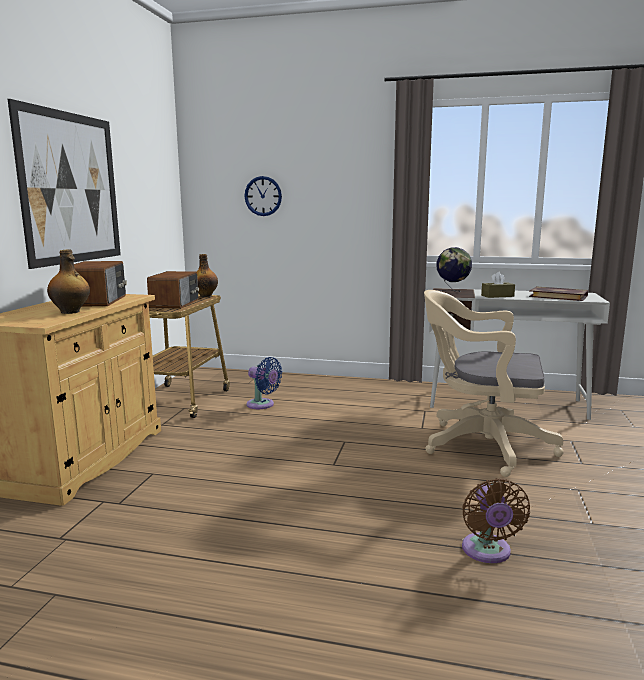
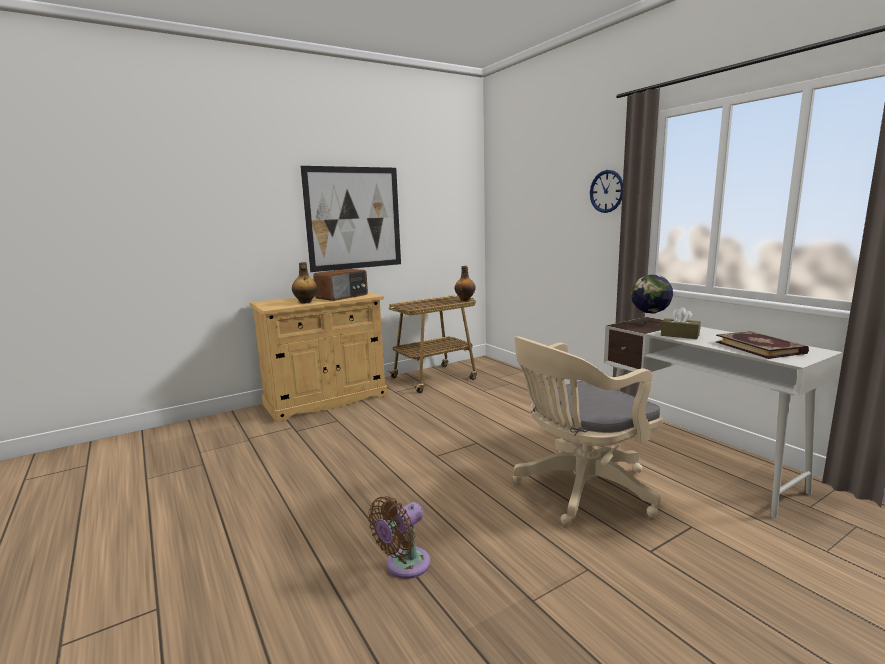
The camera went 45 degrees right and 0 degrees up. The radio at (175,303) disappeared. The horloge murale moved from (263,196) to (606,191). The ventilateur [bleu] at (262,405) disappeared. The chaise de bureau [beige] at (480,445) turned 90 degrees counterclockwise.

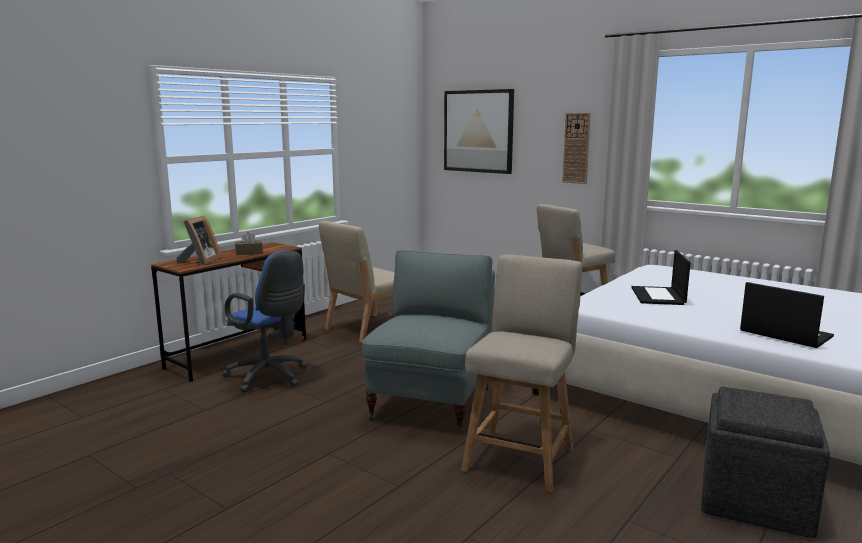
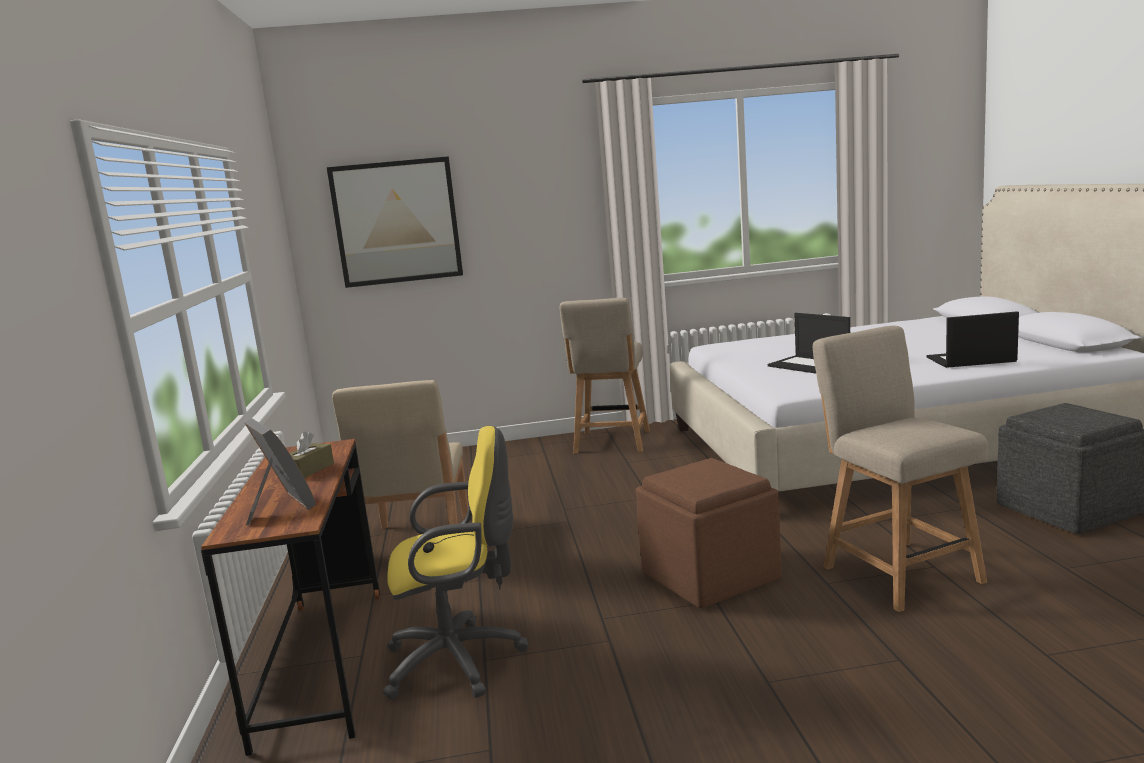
The camera went 45 degrees left and 0 degrees up. The chaise de bureau [bleu] at (270,377) became the chaise de bureau [jaune] at (461,660). The fauteuil [gris] at (432,402) was replaced by the pouf [marron] at (710,574). The horloge murale at (576,148) disappeared.

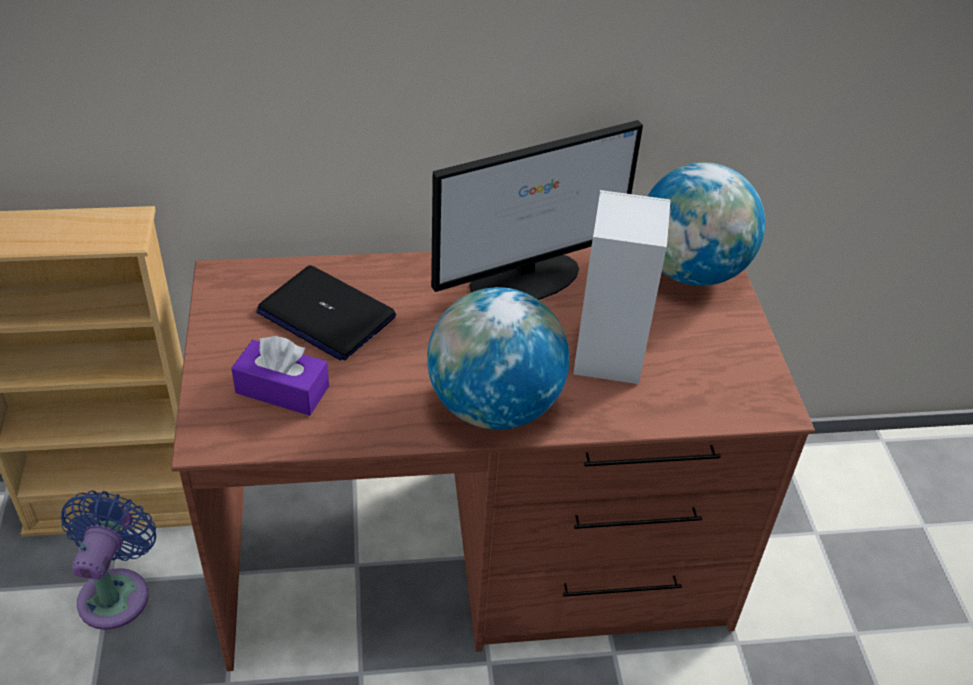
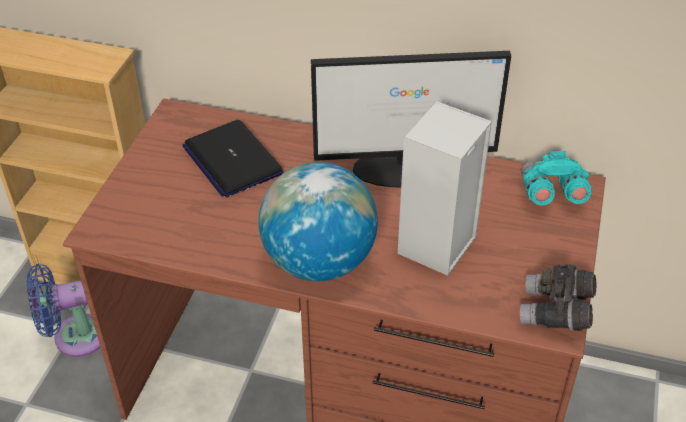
The camera went 25 degrees right and 0 degrees up. The ventilateur [bleu] at (116,592) turned 135 degrees counterclockwise. The boîte à mouchoirs [violet] at (282,389) disappeared. The globe at (691,271) was replaced by the jumelles [turquoise] at (550,194). The jumelles [gris] at (556,312) appeared.

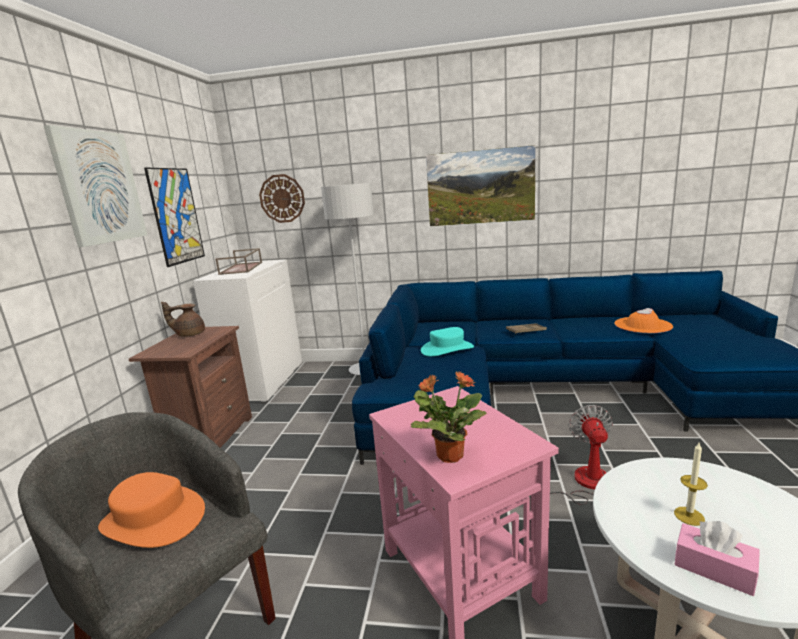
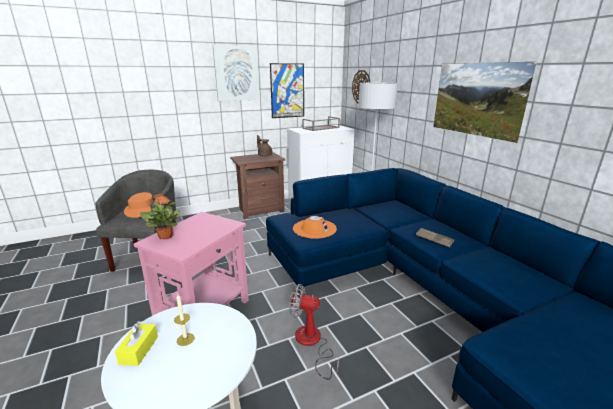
The camera went 55 degrees right and 5 degrees up. The chapeau [turquoise] at (447,349) disappeared. The ventilateur at (583,484) turned 135 degrees counterclockwise. The chapeau [orange] moved from (642,325) to (314,228). The boîte à mouchoirs [rose] at (714,568) became the boîte à mouchoirs [jaune] at (139,350).

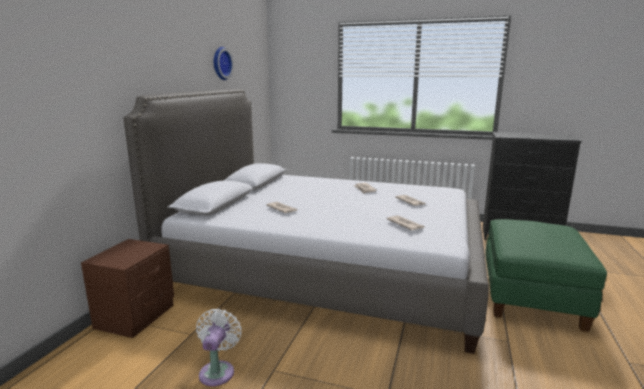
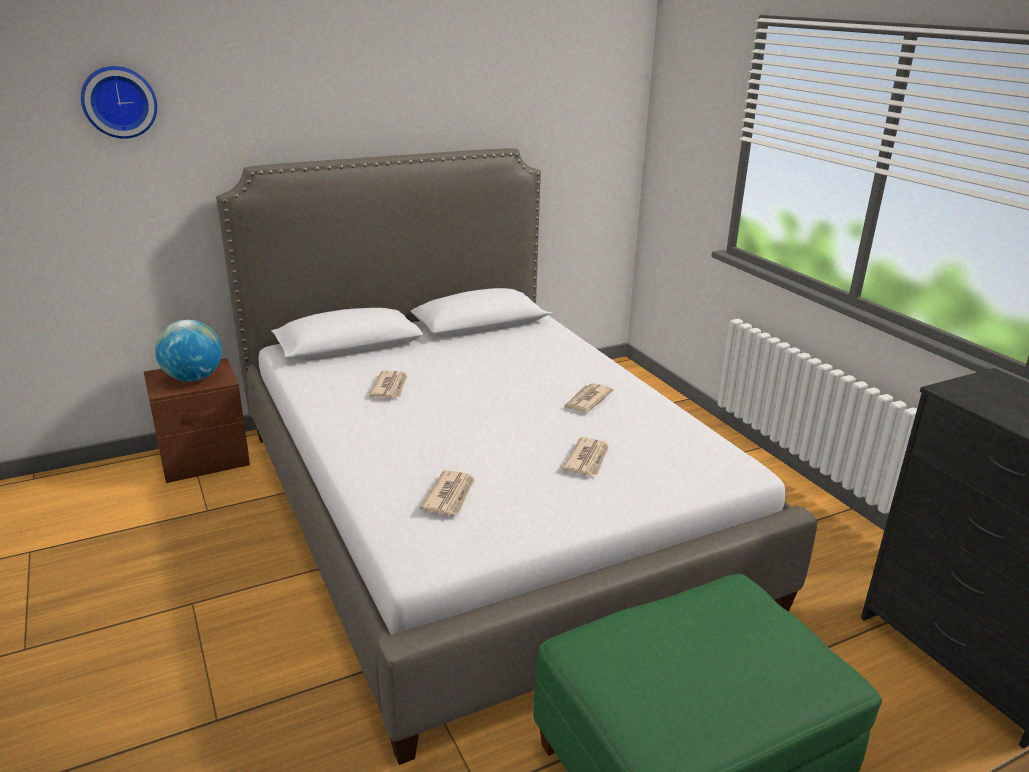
The camera went 45 degrees right and 10 degrees up. The ventilateur [blanc] at (218,371) disappeared. The horloge murale moved from (220,63) to (119,102). The globe at (193,378) appeared.

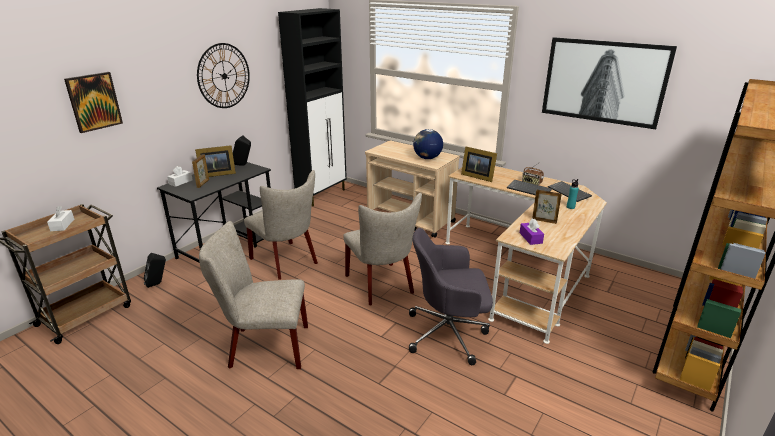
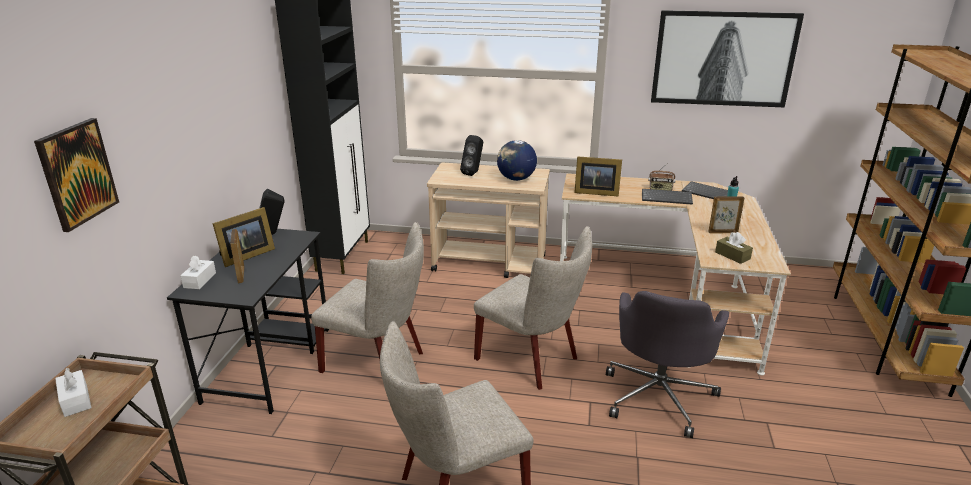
The camera went 25 degrees left and 0 degrees up. The enceinte [noir] moved from (158,284) to (473,173). The horloge murale at (224,76) disappeared. The chaise de bureau [gris] at (448,333) turned 45 degrees counterclockwise. The boîte à mouchoirs [violet] at (530,238) became the boîte à mouchoirs [marron] at (732,255).

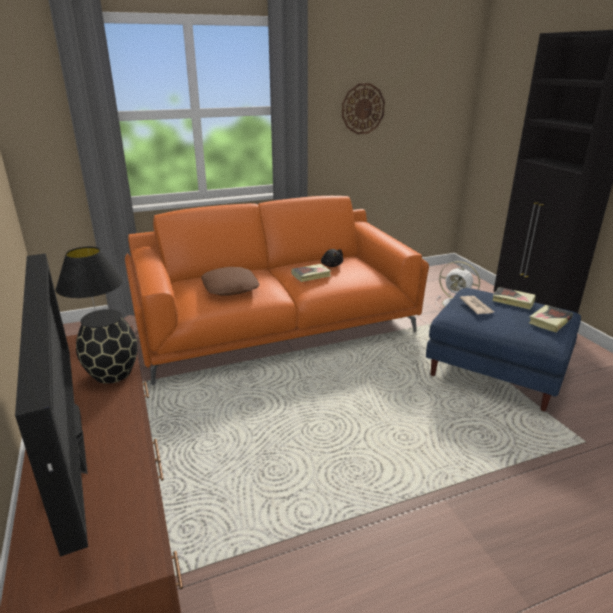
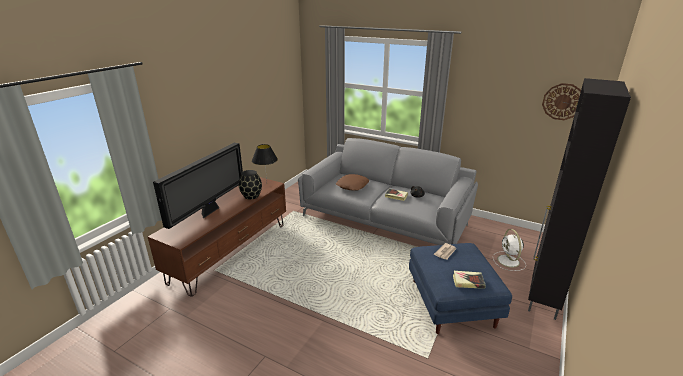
The camera went 50 degrees right and 0 degrees up. The canapé [orange] at (276,327) became the canapé [gris] at (385,219). The horloge murale moved from (363,109) to (562,101). The livre at (513,301) disappeared.

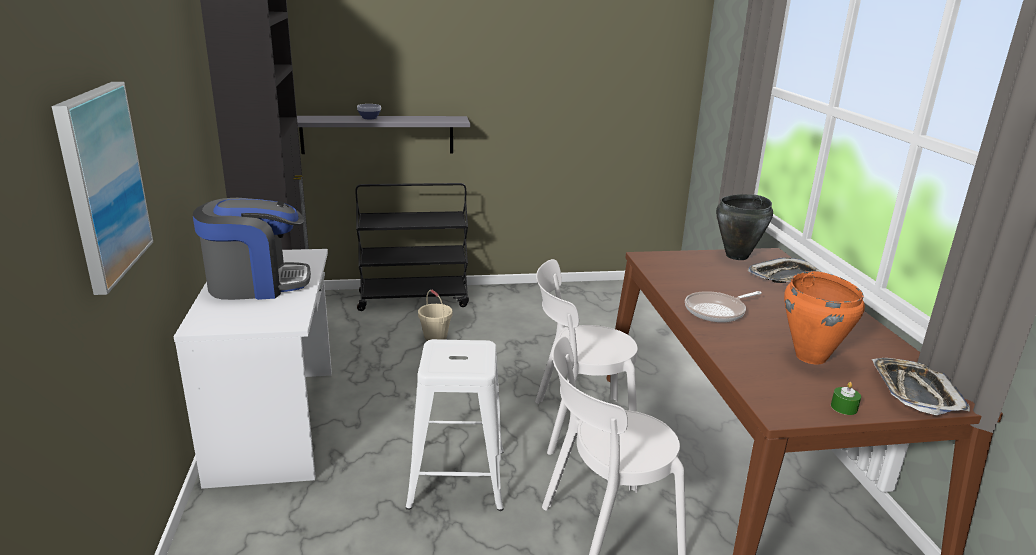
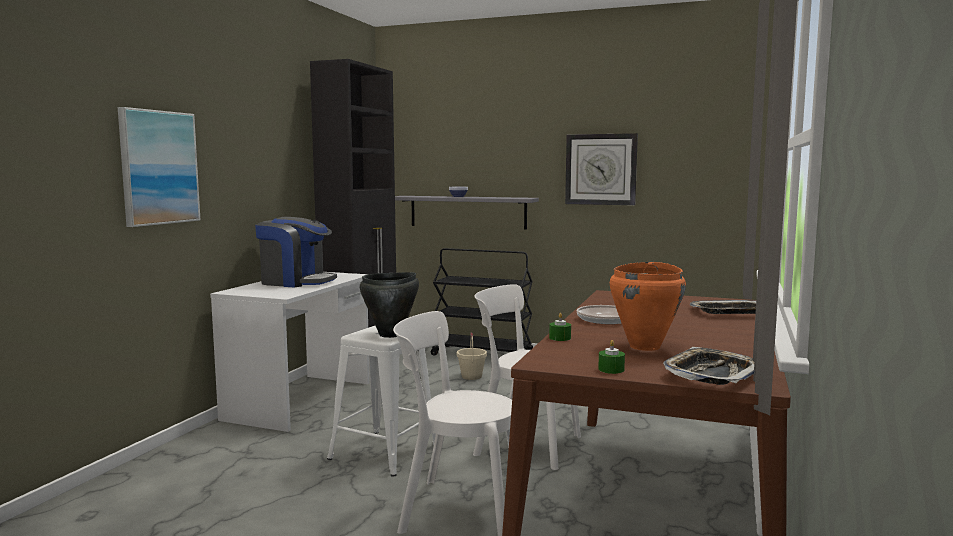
The camera went 30 degrees right and 15 degrees down. The marmite [noir] moved from (737,256) to (391,335). The bougie [vert] at (560,338) appeared. The horloge murale at (601,169) appeared.

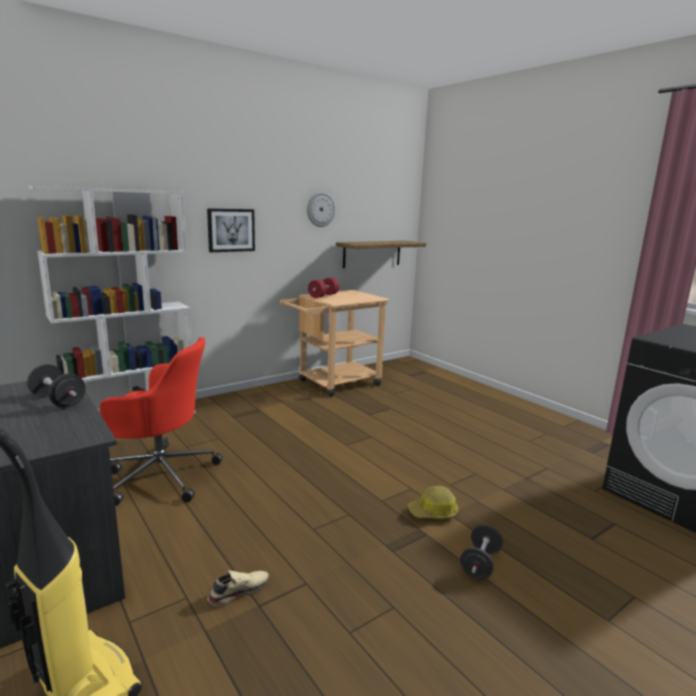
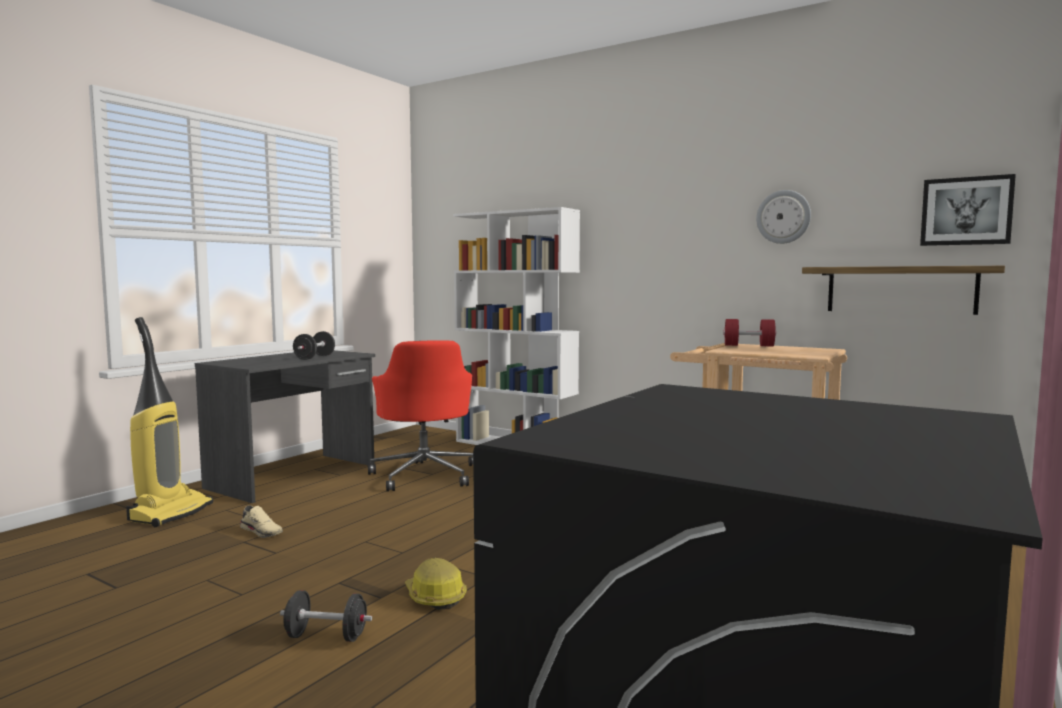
The camera went 70 degrees right and 10 degrees down. The tableau moved from (231,230) to (966,211).

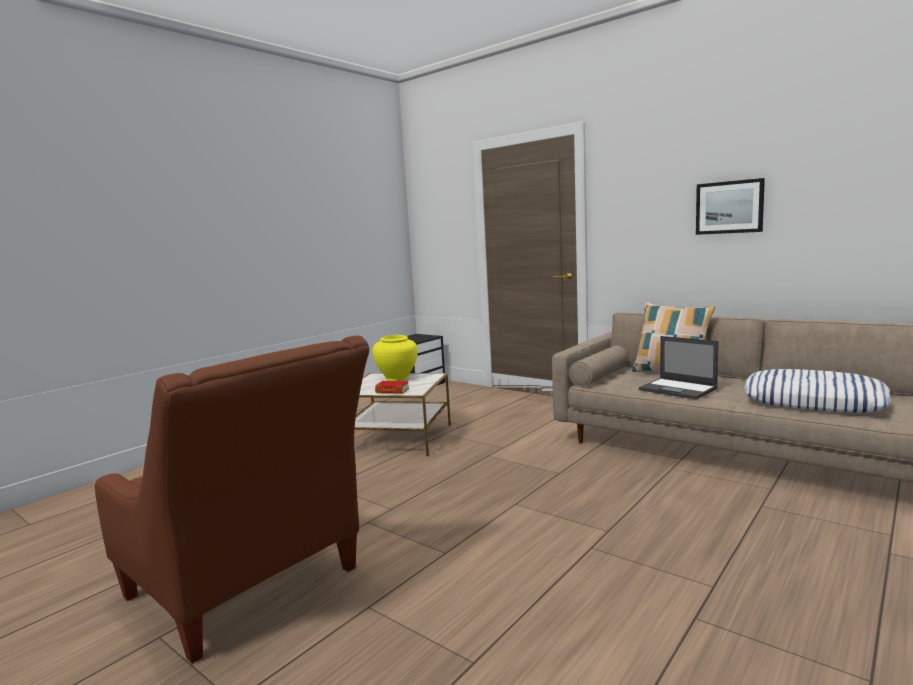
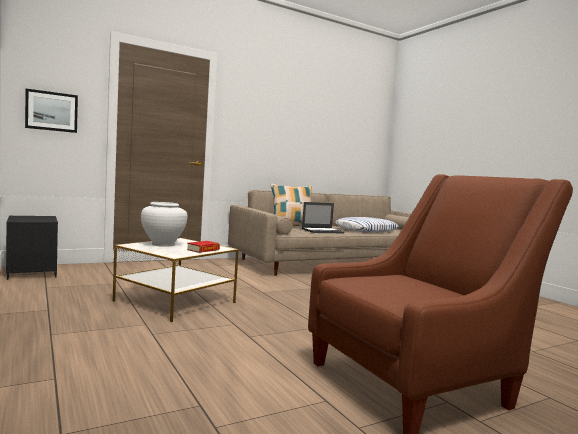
The camera went 70 degrees left and 5 degrees down. The vase [jaune] at (397,378) became the vase [blanc] at (163,244). The tableau moved from (729,207) to (51,111).

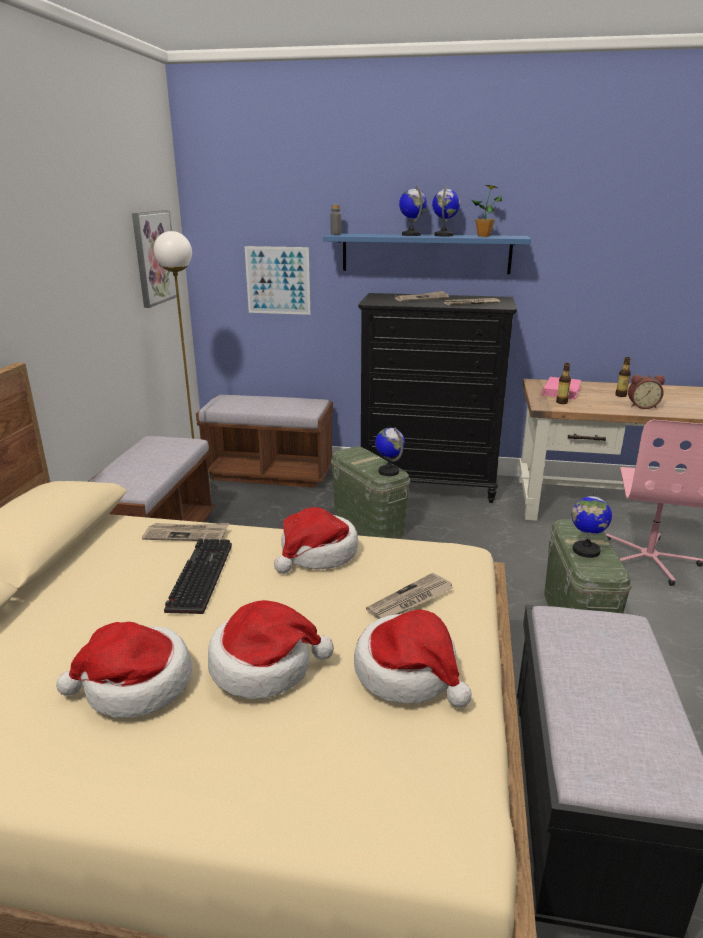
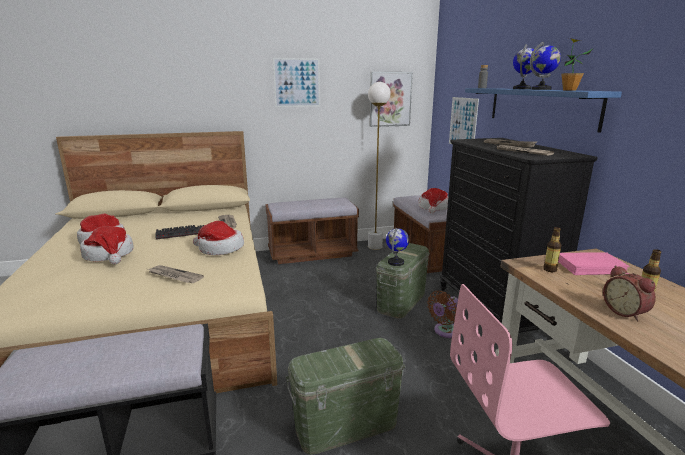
The camera went 65 degrees right and 5 degrees down. The chapeau moved from (408,673) to (434,208). The globe at (585,550) disappeared. The tableau at (297,82) appeared. The ventilateur [marron] at (444,331) appeared.

